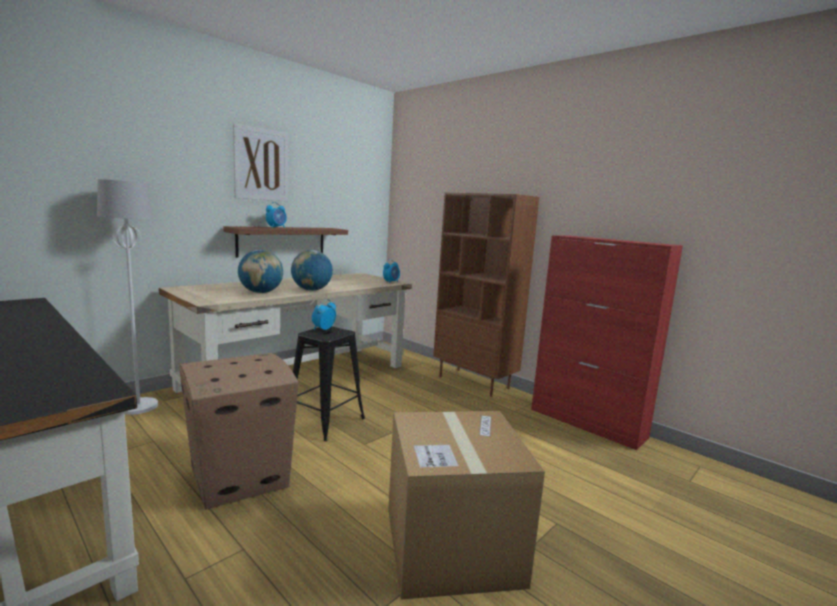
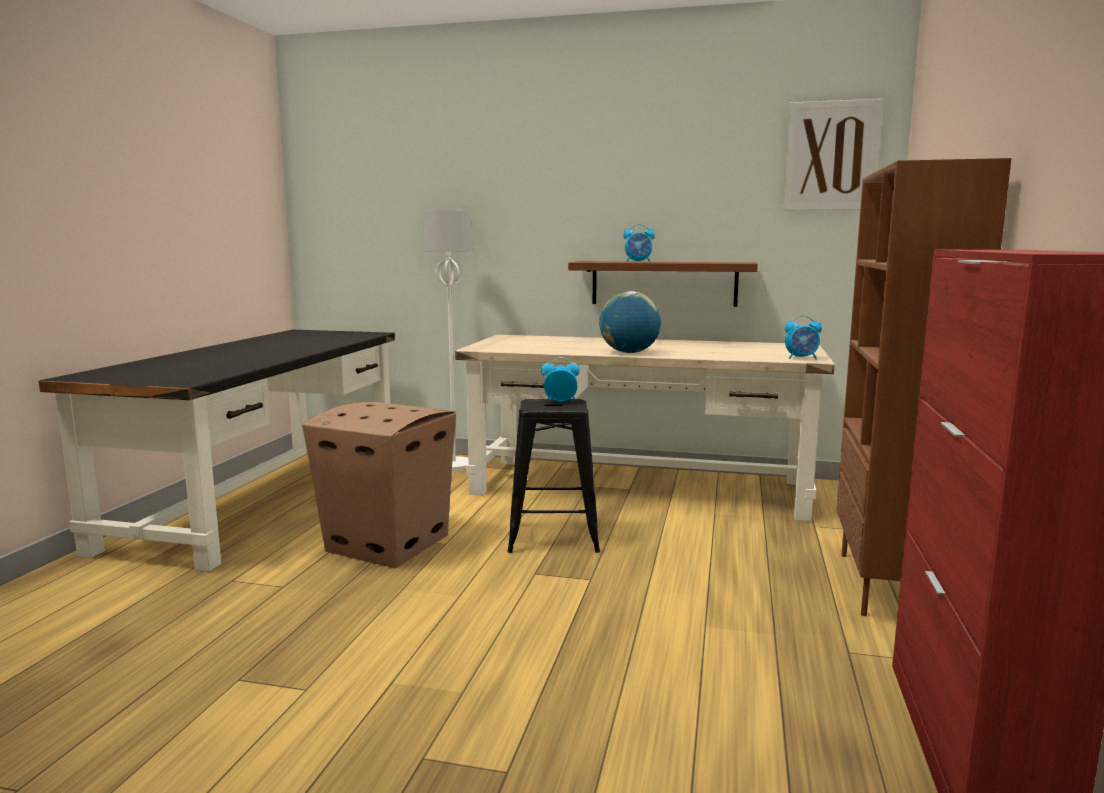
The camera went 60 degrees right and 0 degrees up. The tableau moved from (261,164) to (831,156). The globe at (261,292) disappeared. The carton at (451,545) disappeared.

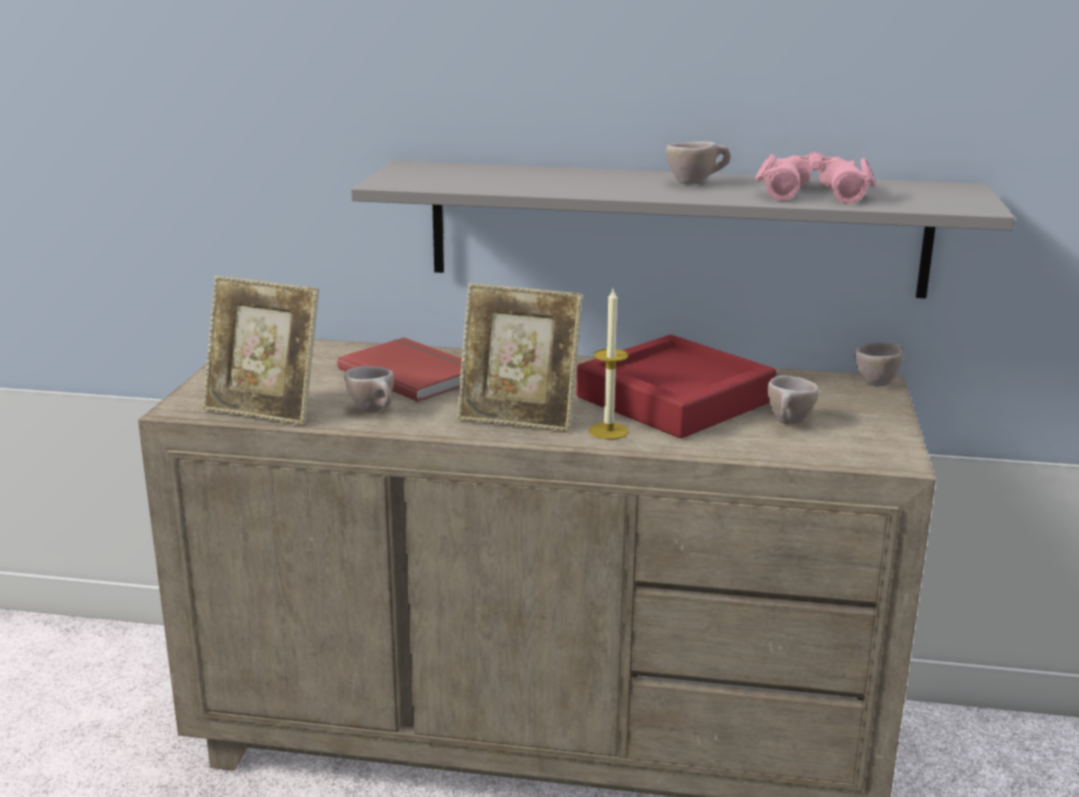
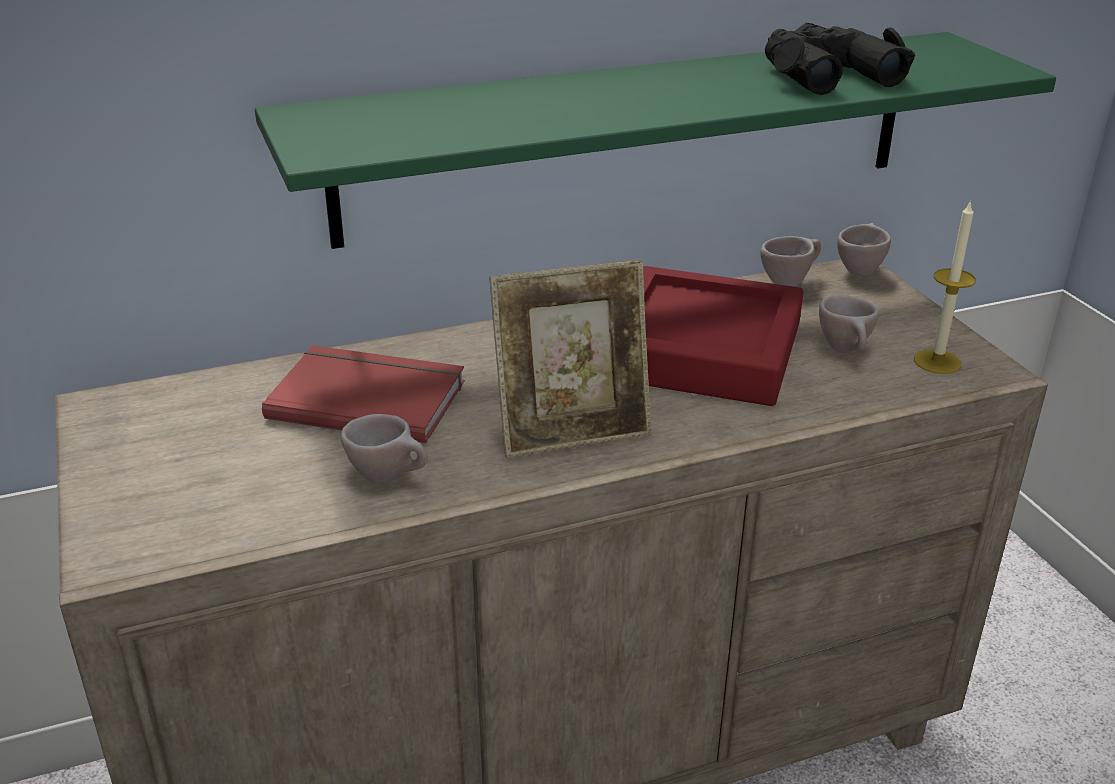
The camera went 30 degrees left and 10 degrees up. The cadre photo at (265,410) disappeared. The étagère [gris] at (675,228) became the étagère [vert] at (631,136). The bougie moved from (608,431) to (937,362). The tasse [beige] moved from (696,183) to (789,282). The jumelles [rose] at (813,191) became the jumelles [noir] at (825,73).

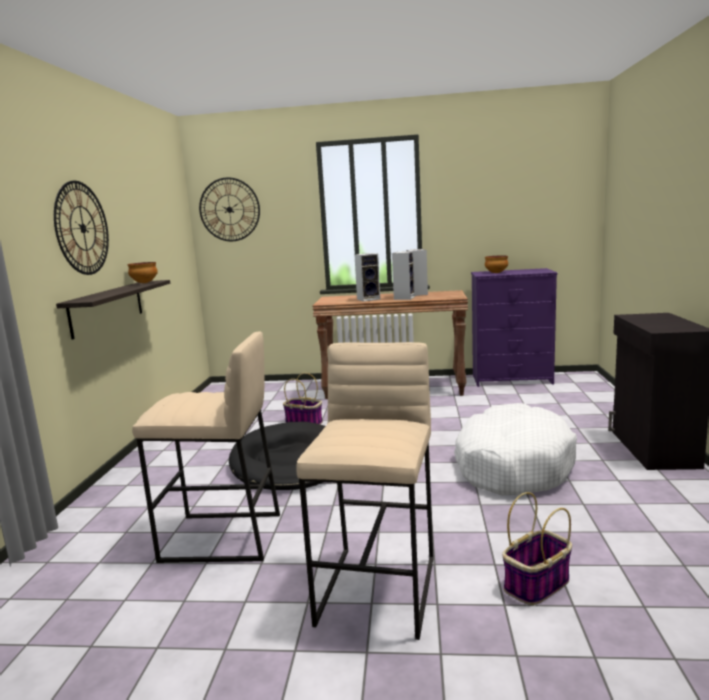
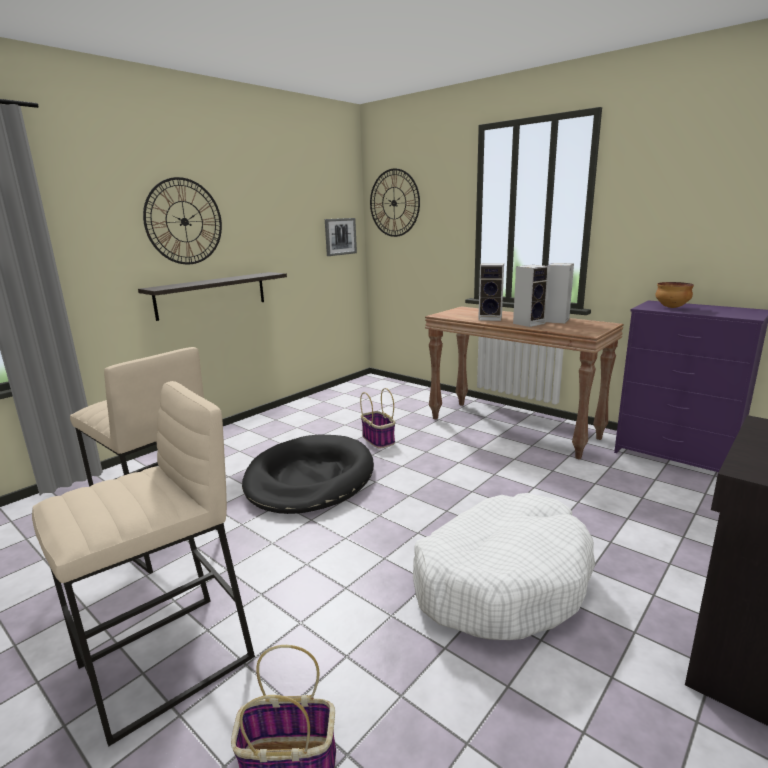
The camera went 35 degrees right and 5 degrees up. The bol at (144,283) disappeared. The tableau at (340,236) appeared.

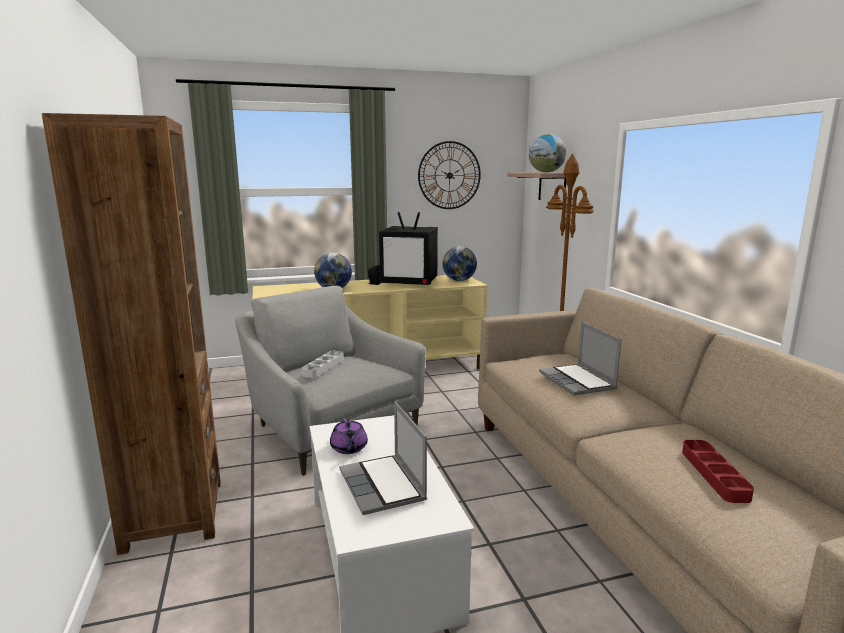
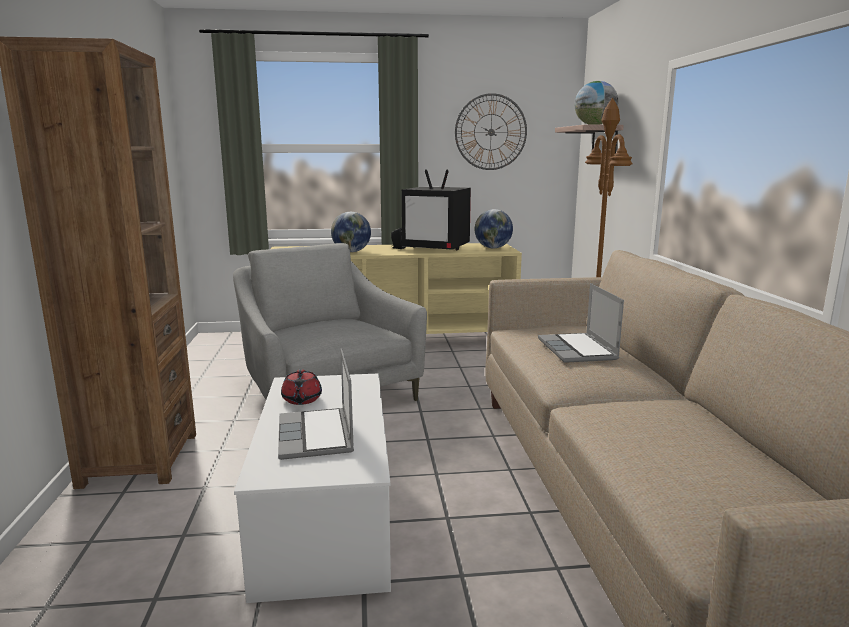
The camera went 10 degrees right and 0 degrees up. The plateau [gris] at (323,367) disappeared. The théière [violet] at (349,448) became the théière [rouge] at (301,400). The plateau [rouge] at (714,474) disappeared.

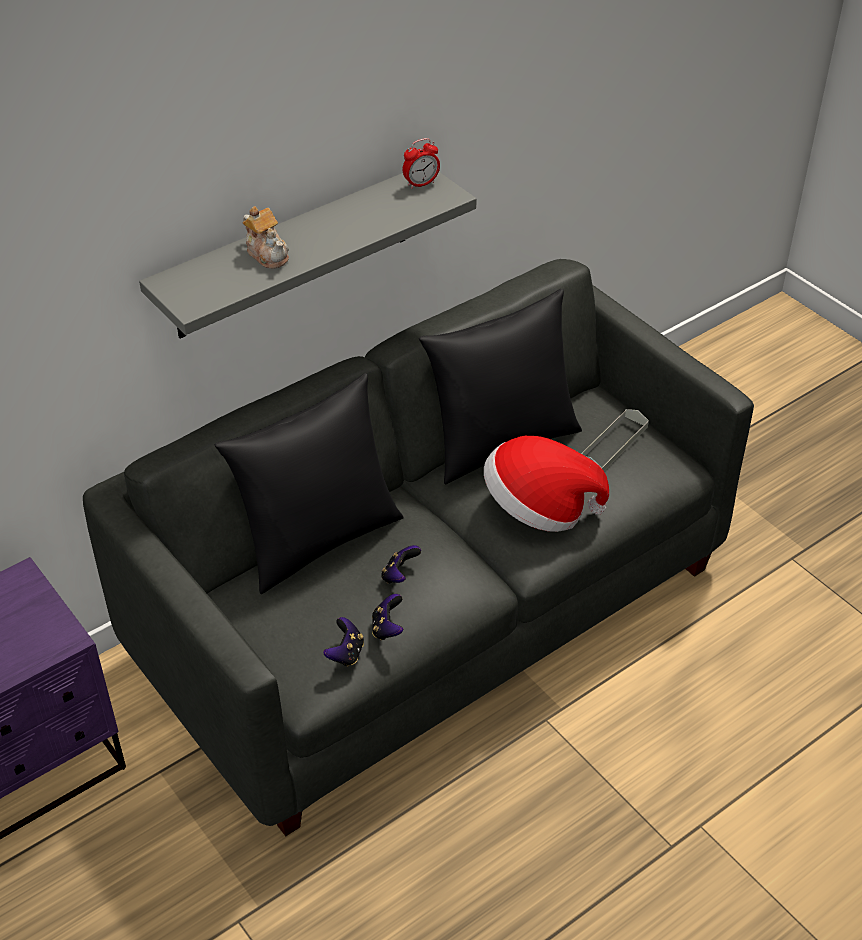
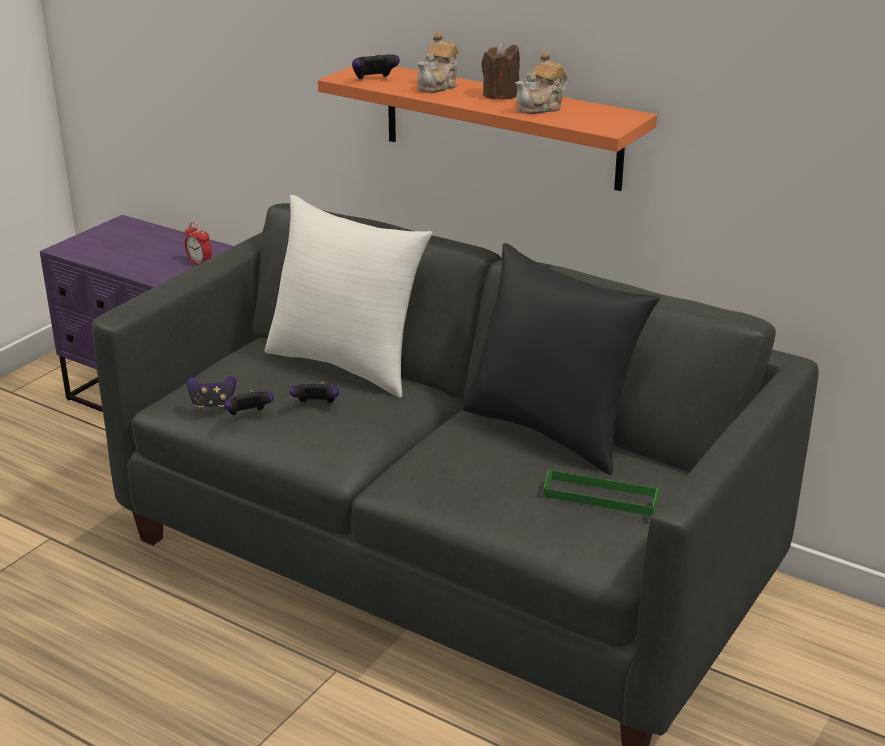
The camera went 70 degrees right and 15 degrees down. The étagère [gris] at (293,252) became the étagère [orange] at (501,125). The coussin [noir] at (318,539) became the coussin [blanc] at (347,364). The réveil moved from (421,184) to (199,263). The chapeau at (539,508) disappeared. The plateau [gris] at (612,444) became the plateau [vert] at (600,496). The manette at (374,80) appeared. The bougie [marron] at (500,95) appeared. The théière at (541,108) appeared.

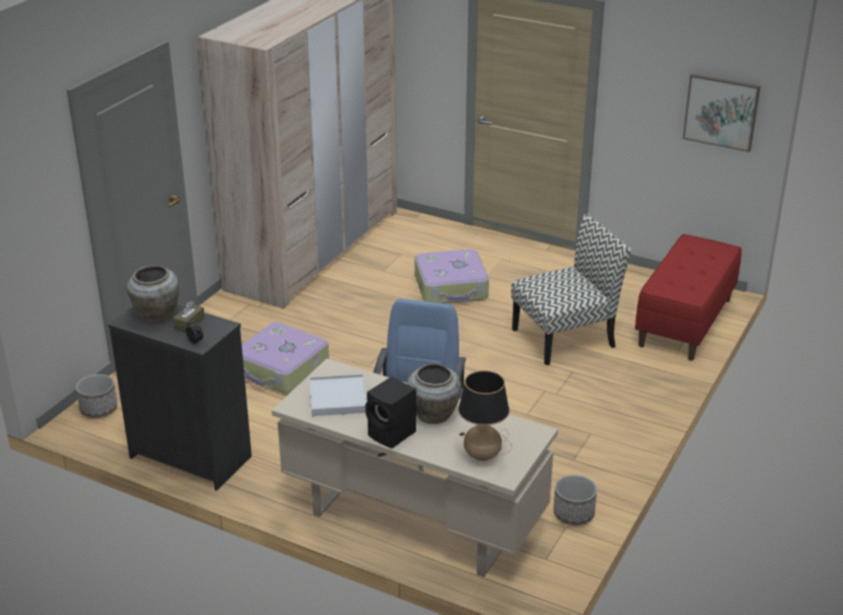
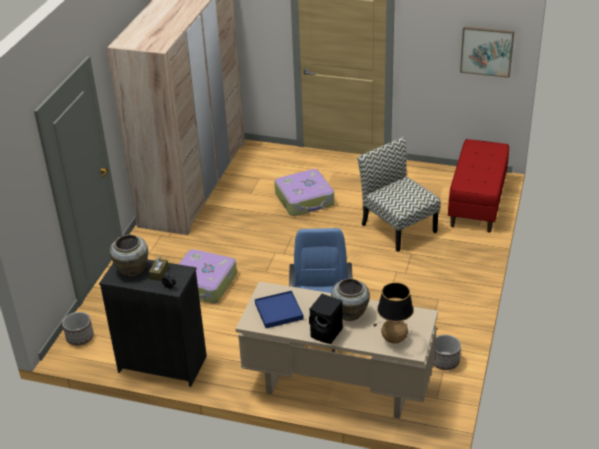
The camera went 10 degrees left and 5 degrees up. The plateau [blanc] at (338,398) became the plateau [bleu] at (278,311). The chaise at (564,337) turned 90 degrees counterclockwise.

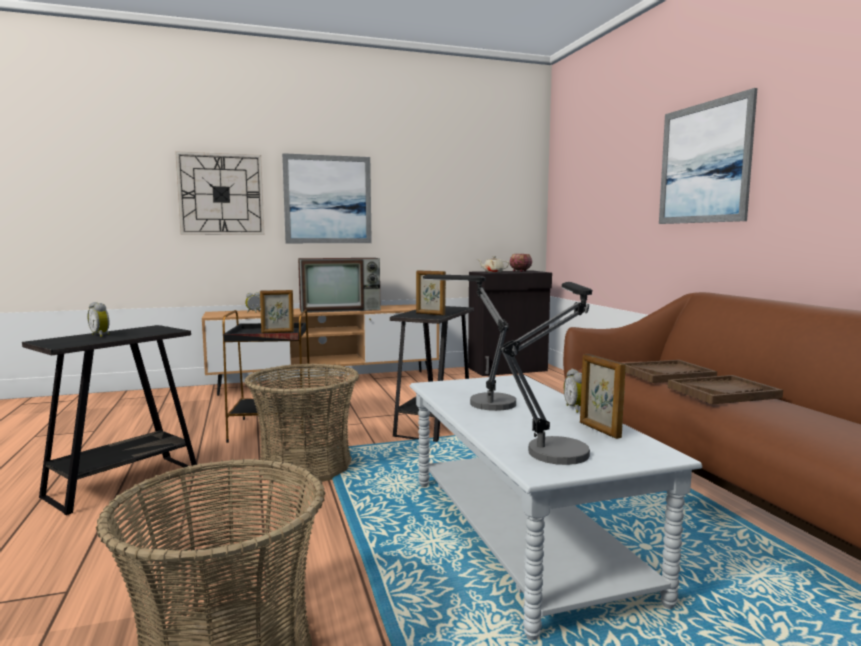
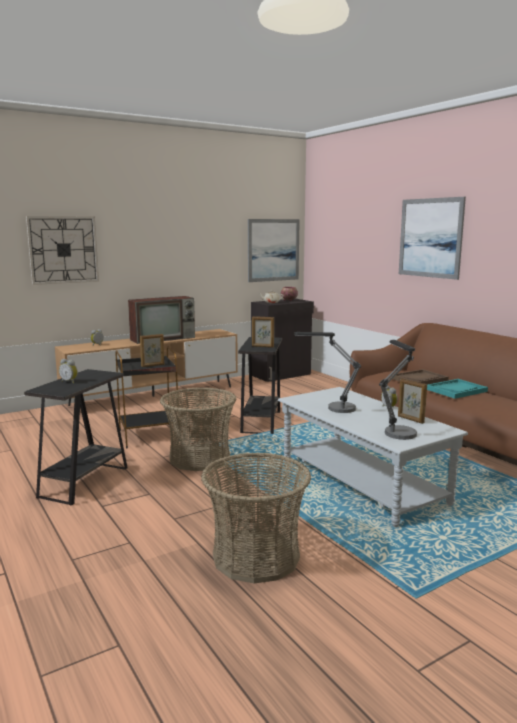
The camera went 15 degrees left and 5 degrees up. The tableau moved from (328,199) to (273,250). The plateau [marron] at (723,392) became the plateau [turquoise] at (456,390).

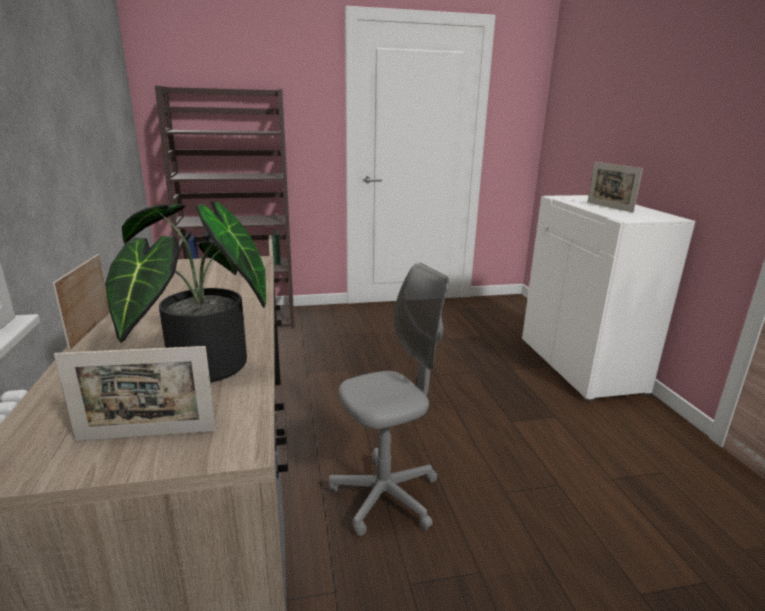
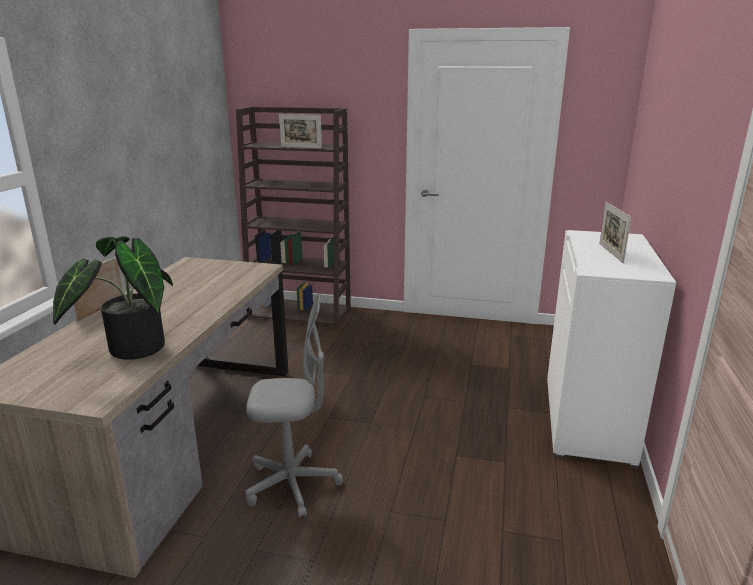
The camera went 25 degrees right and 0 degrees up. The cadre photo moved from (147,435) to (301,147).

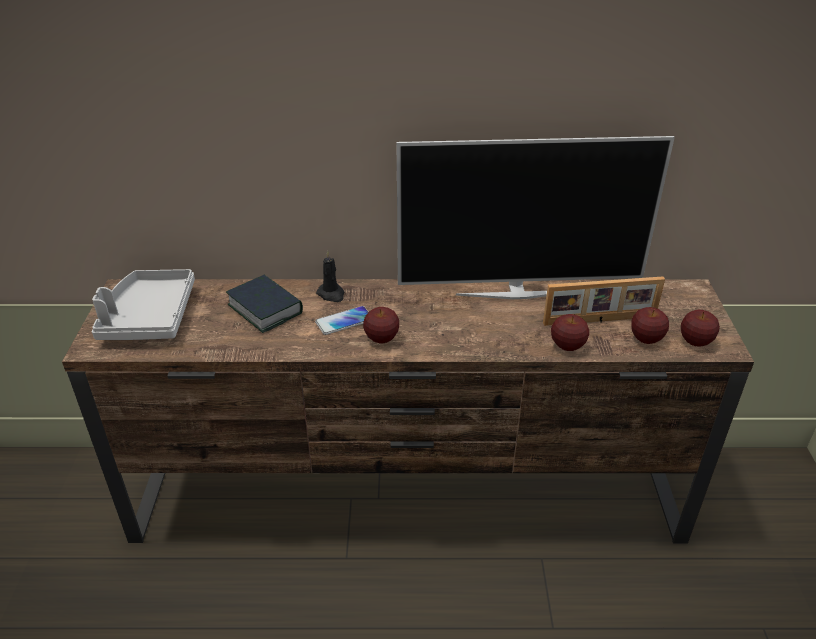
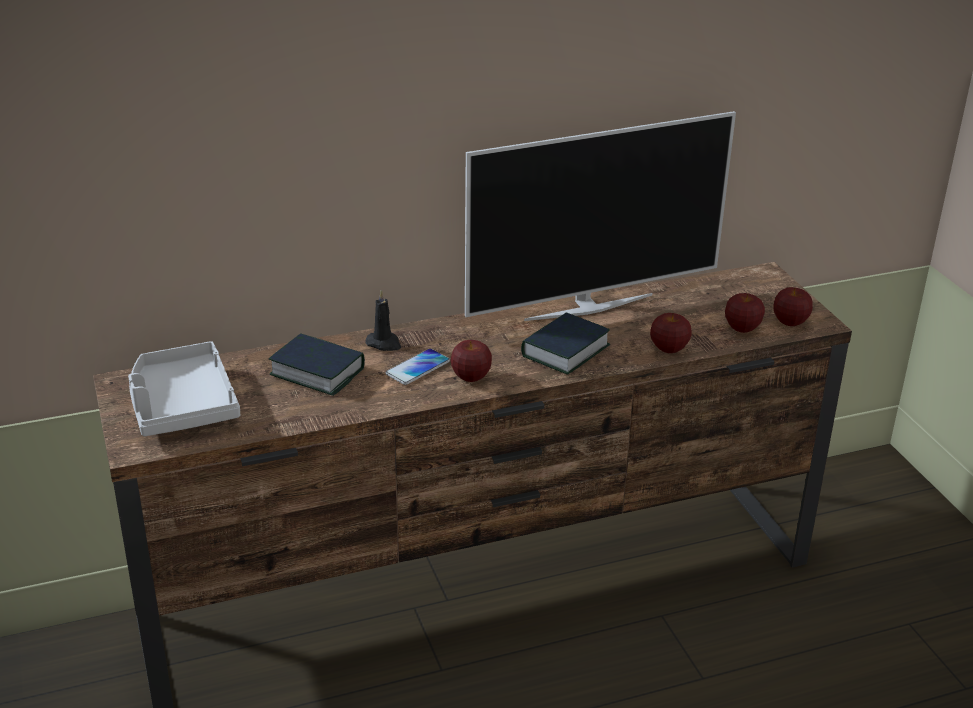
The camera went 20 degrees left and 5 degrees down. The cadre photo at (600,321) disappeared. The livre at (565,351) appeared.

